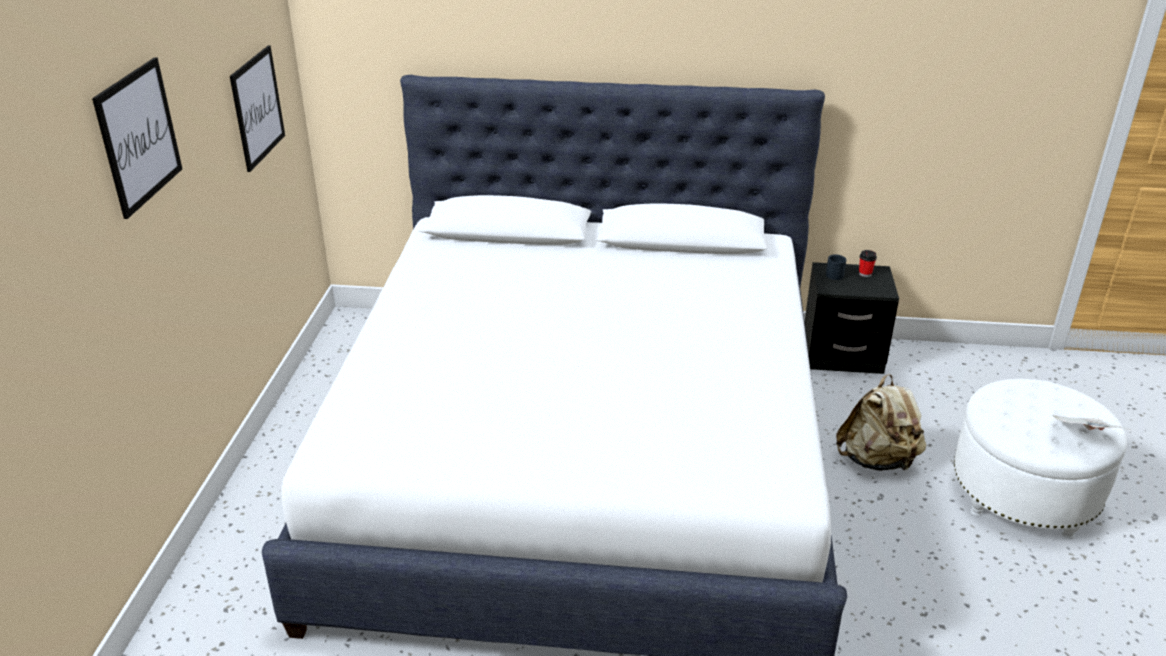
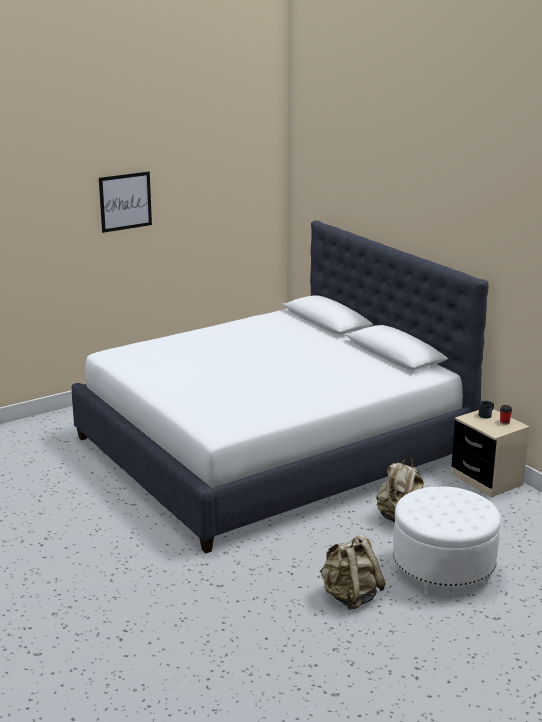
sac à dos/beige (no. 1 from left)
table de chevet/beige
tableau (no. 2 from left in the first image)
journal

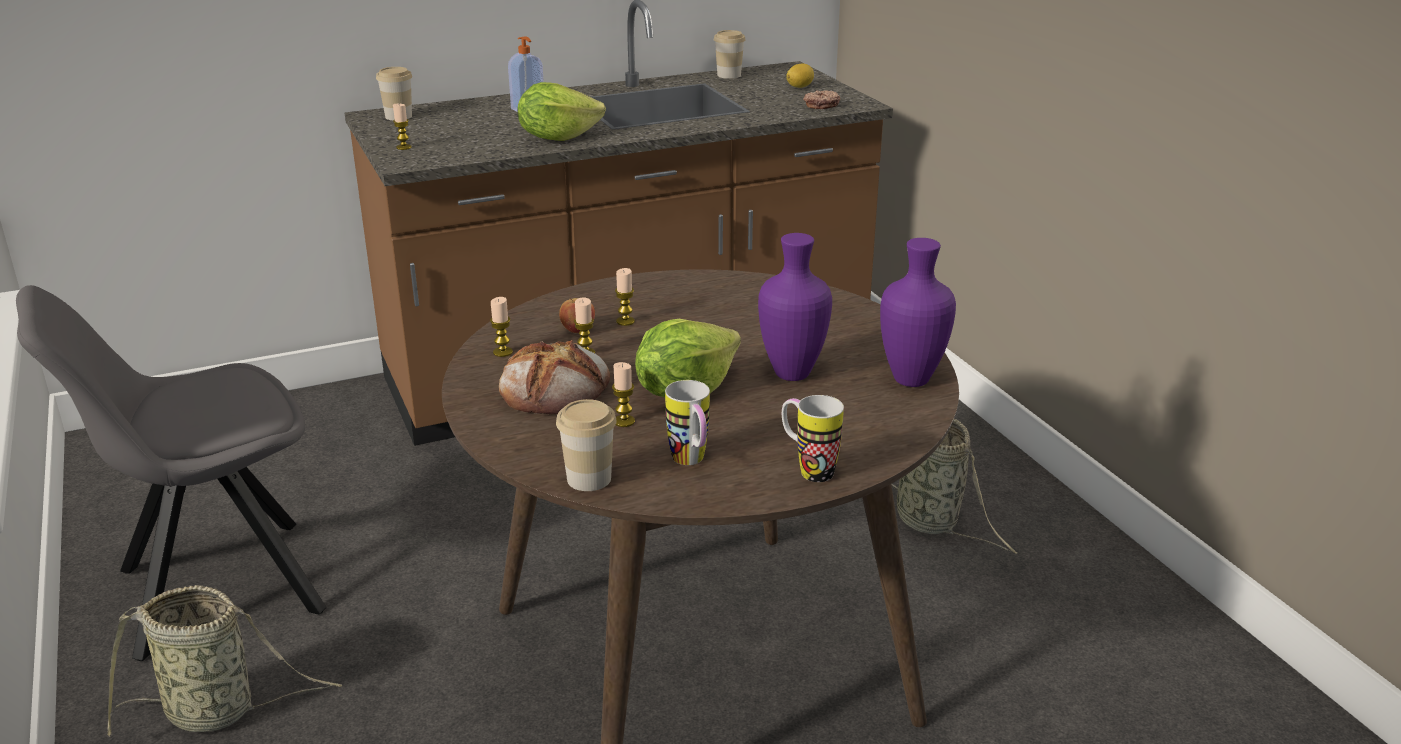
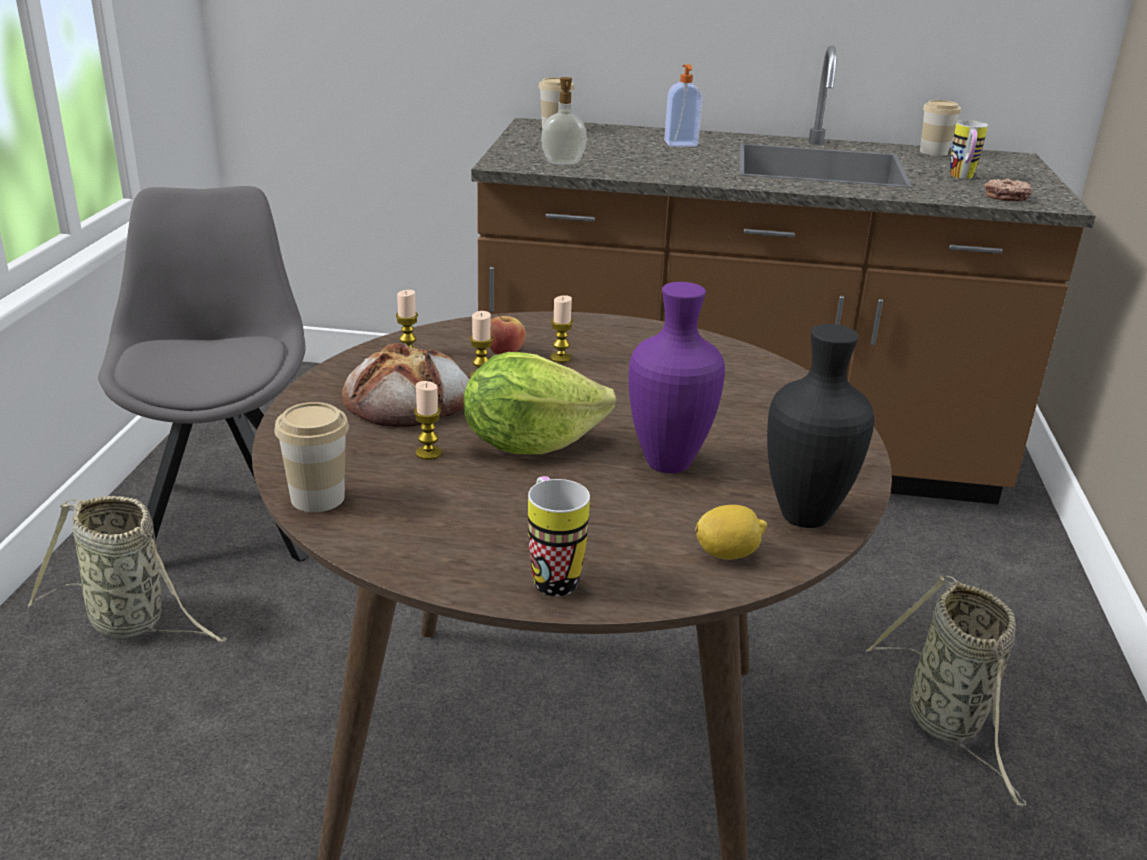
chaise/gris
distributeur de savon (no. 1 from left)
citron
vase/noir
mug (no. 2 from left)
bougie (no. 1 from left in the first image)
laitue (no. 1 from left in the first image)

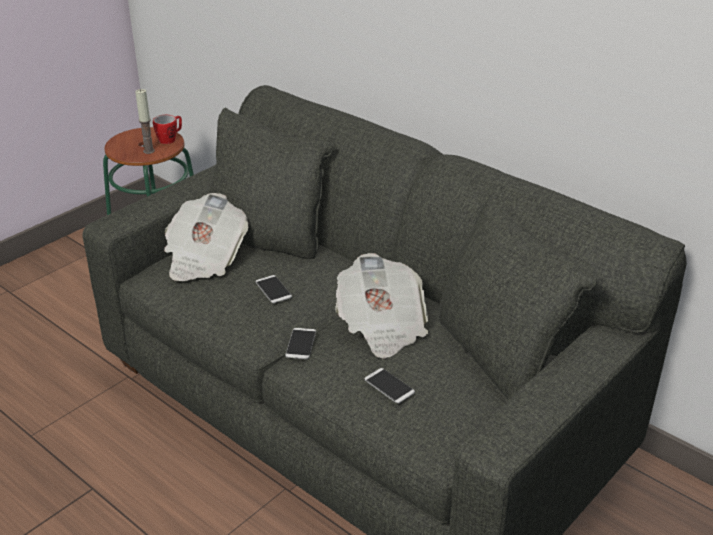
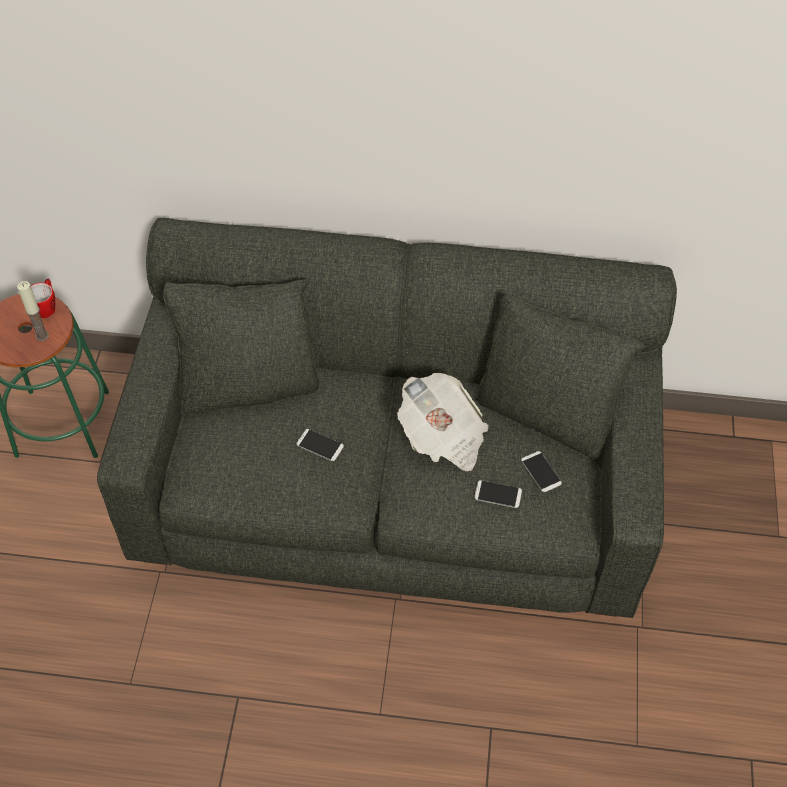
téléphone (no. 3 from left)
journal (no. 1 from left in the first image)

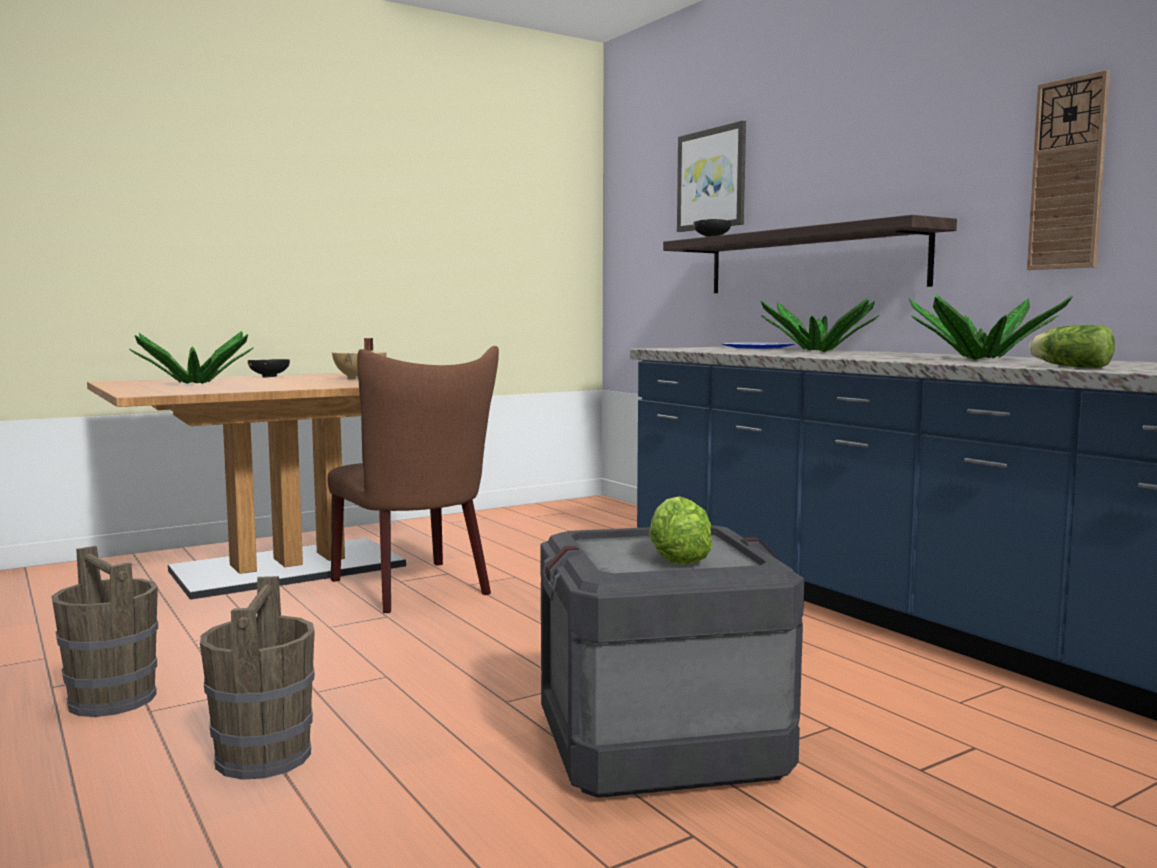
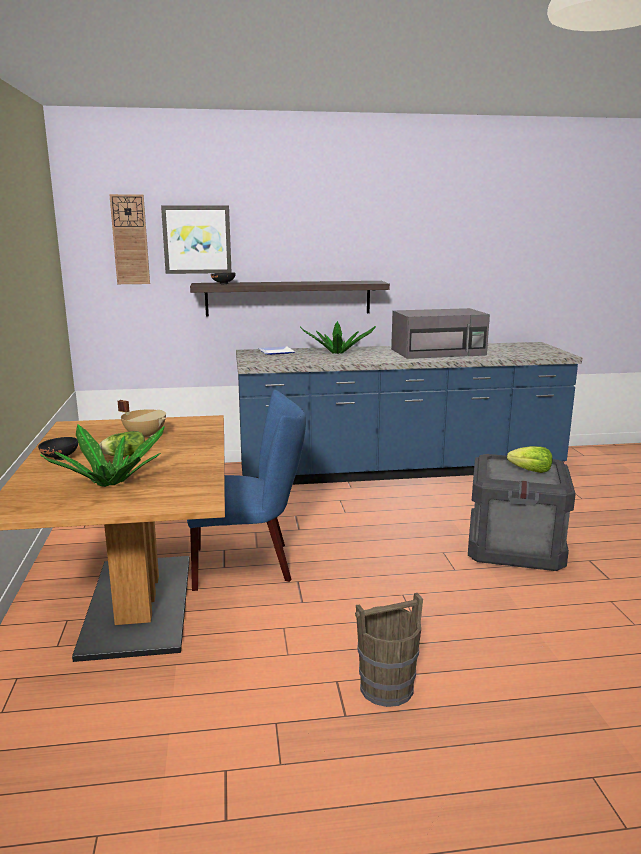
laitue (no. 1 from left)
horloge murale
chaise/bleu
micro-ondes/gris
seau/marron (no. 2 from left in the first image)

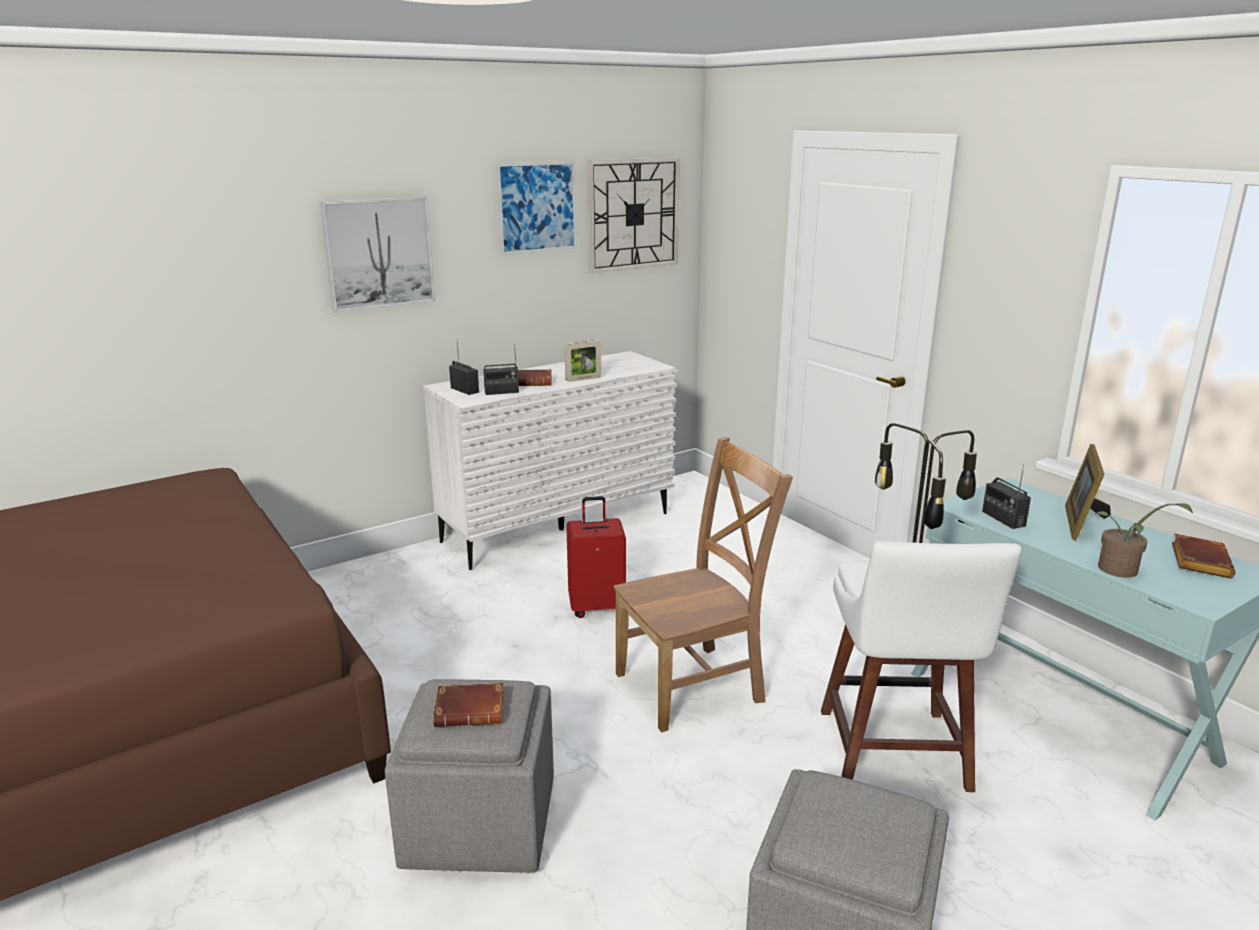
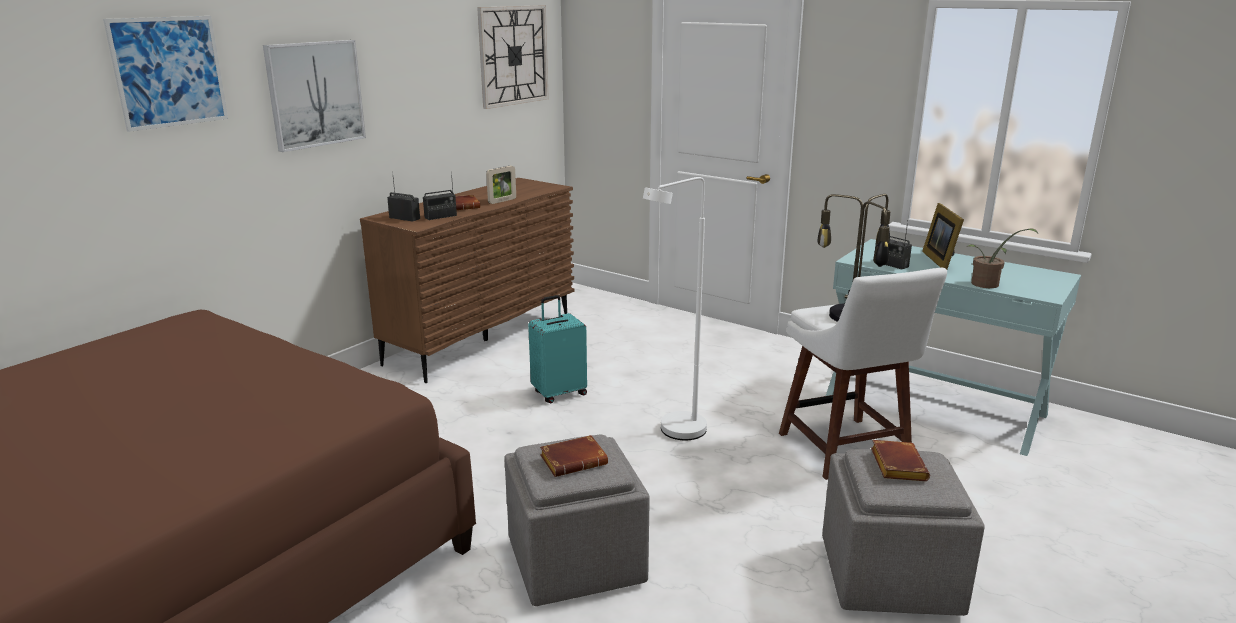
tableau (no. 1 from left)
commode/marron
valise/turquoise
lampadaire/blanc
livre/marron (no. 3 from left)

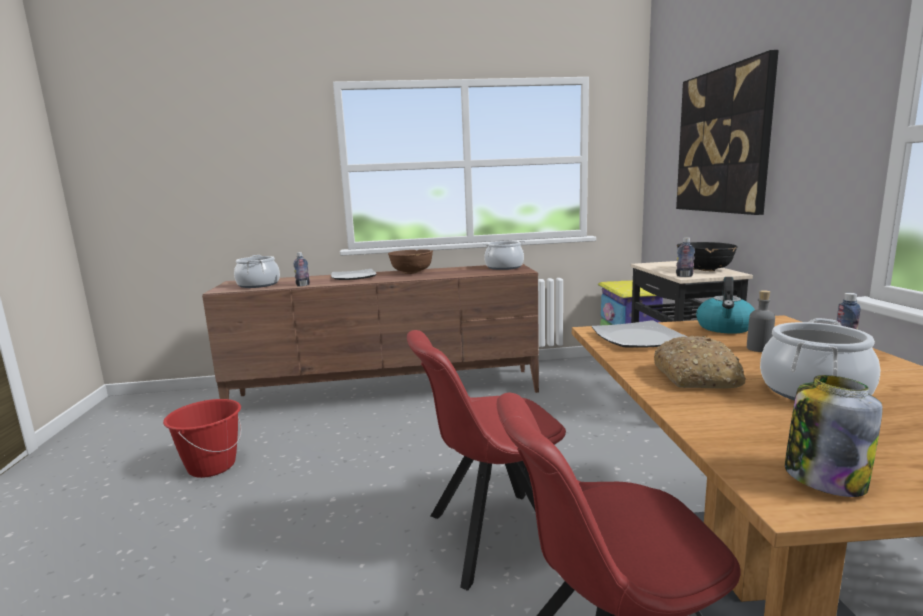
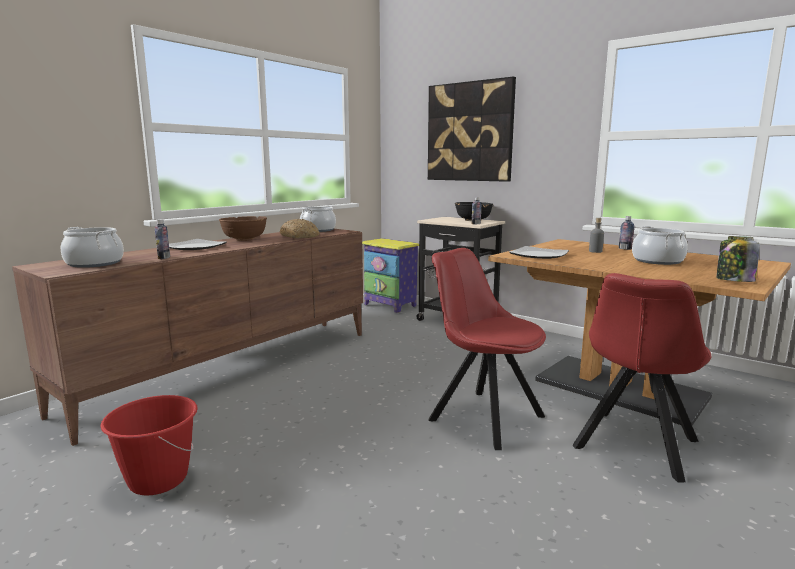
pain
chaise/rouge (no. 1 from left)
bouilloire

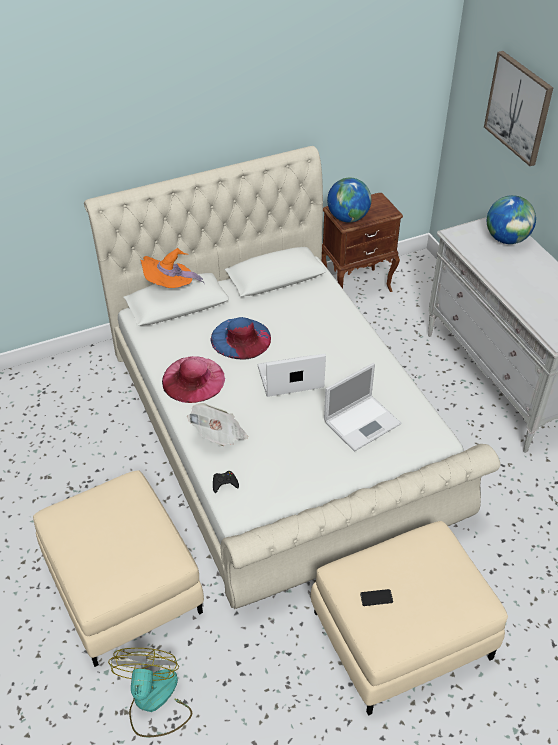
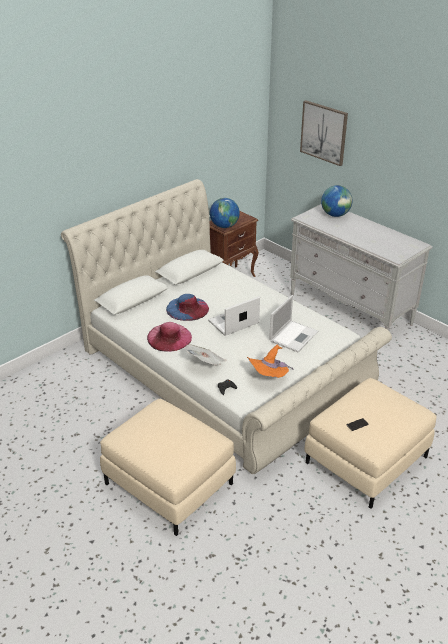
chapeau/orange
ventilateur

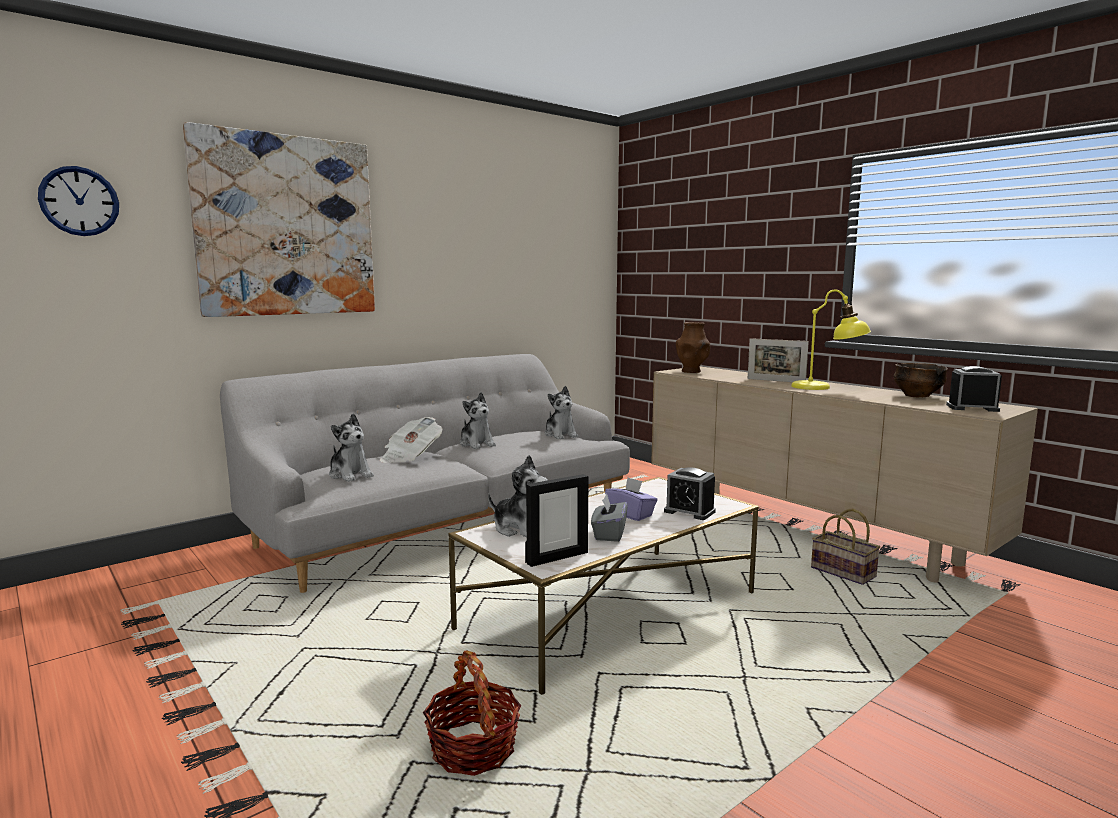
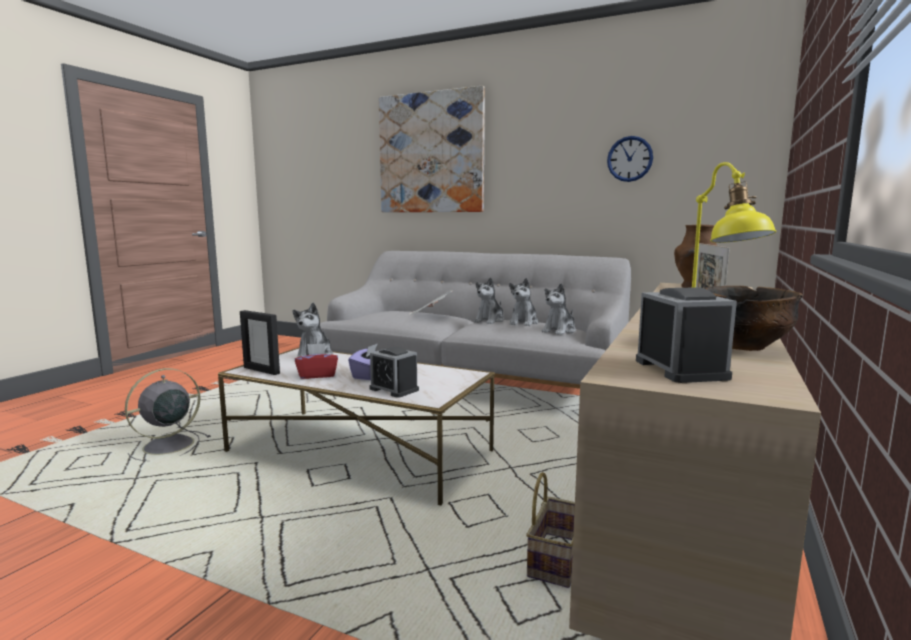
ventilateur/gris
boîte à mouchoirs/rouge
réveil (no. 1 from left)
peluche (no. 3 from left)
horloge murale

